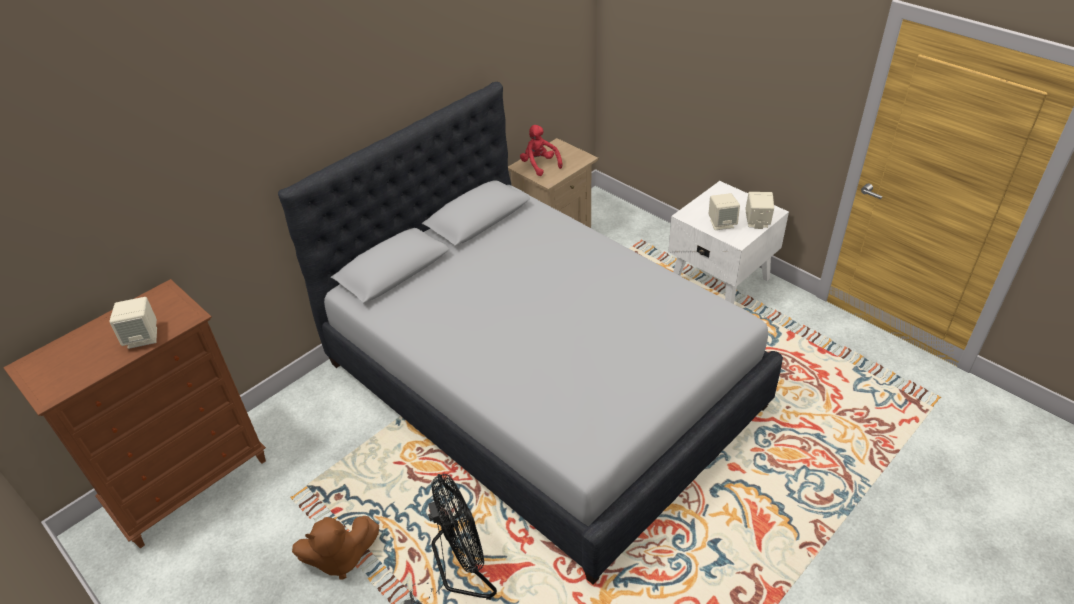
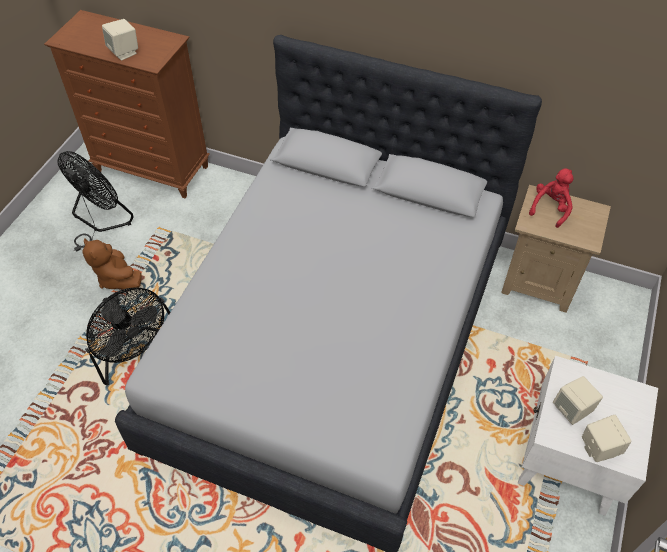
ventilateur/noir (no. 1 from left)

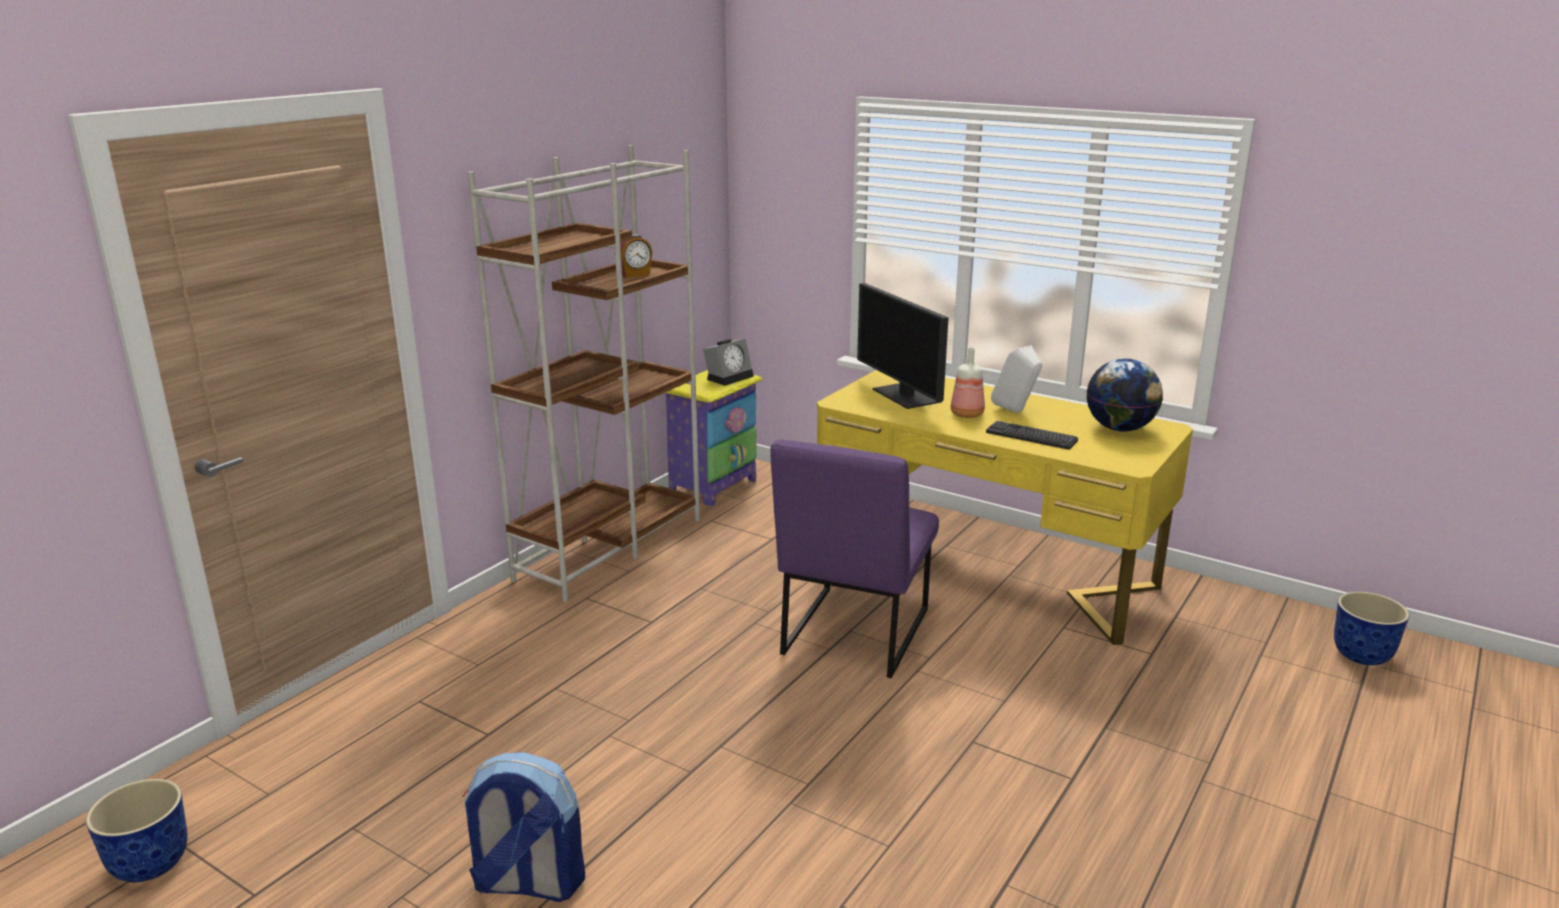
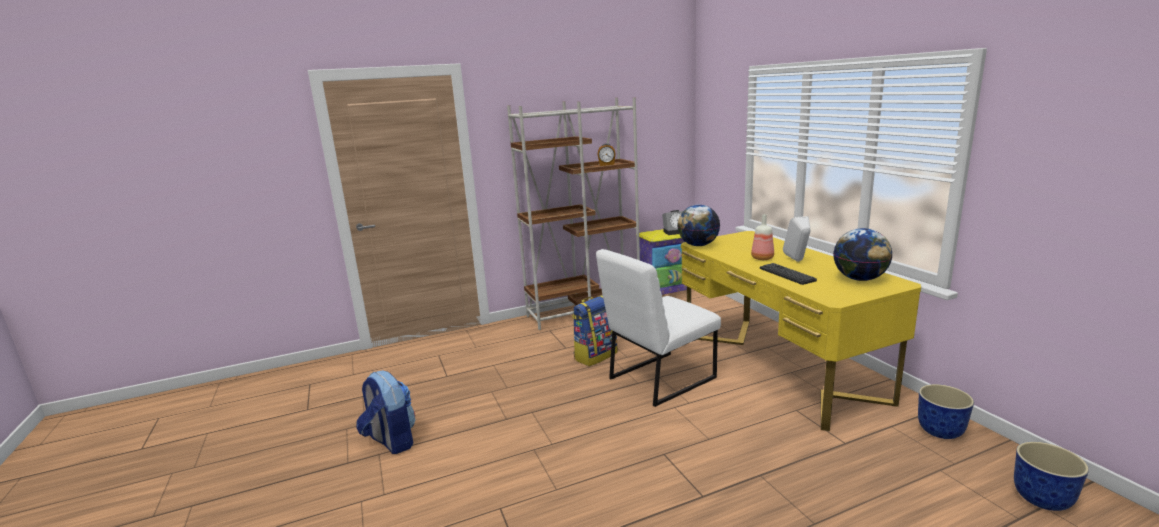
sac à dos (no. 2 from left)
chaise/blanc
globe (no. 1 from left)
cache-pot (no. 1 from left)
écran d'ordinateur

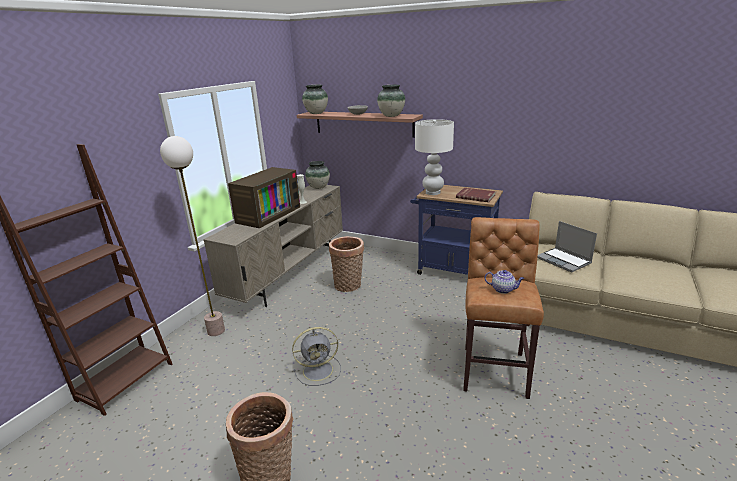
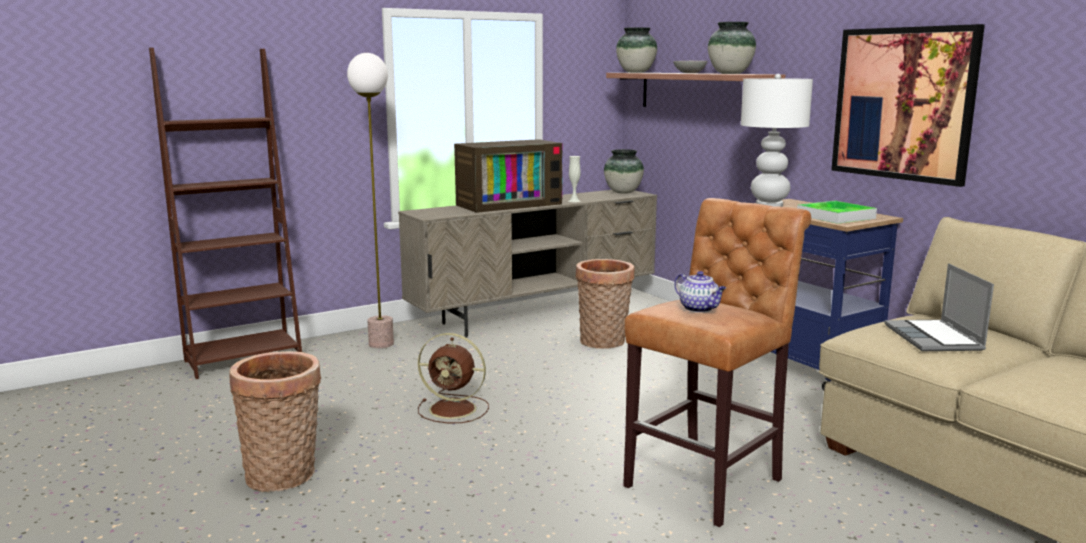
ventilateur/marron
plateau
tableau

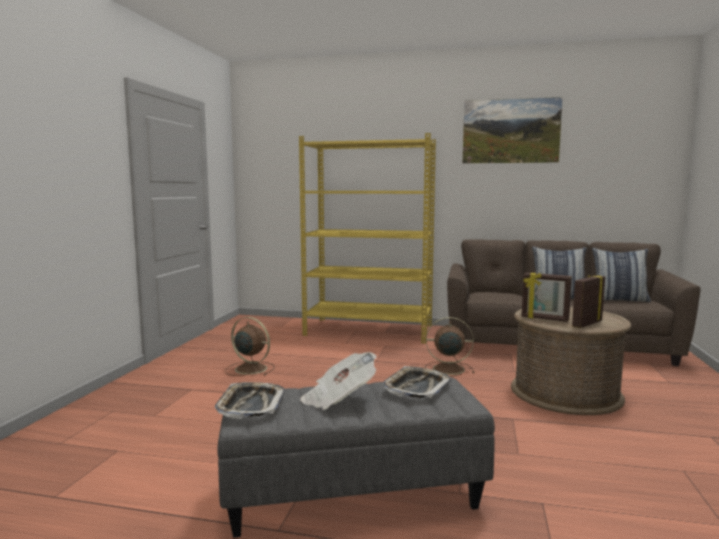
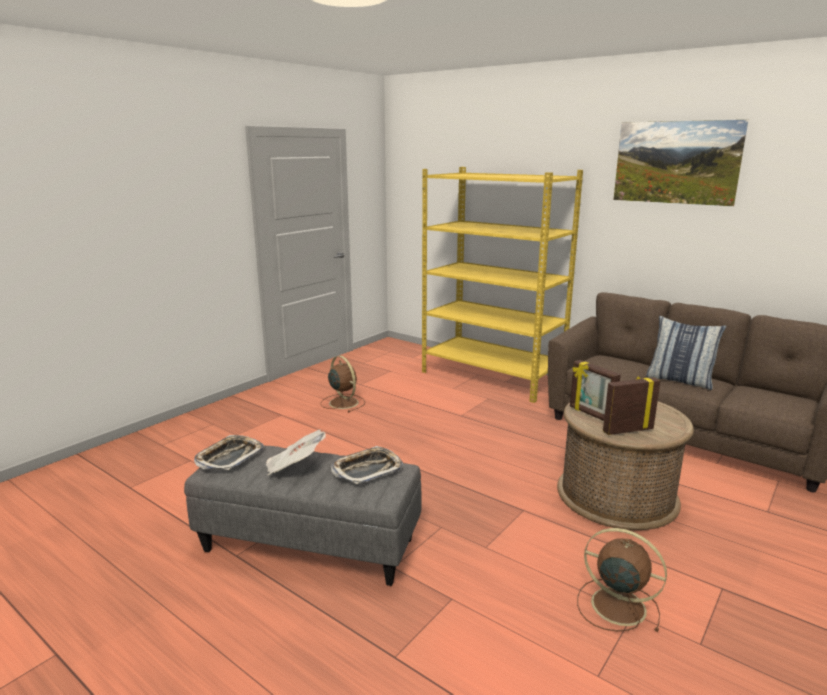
ventilateur/marron (no. 2 from left)
coussin (no. 2 from left in the first image)

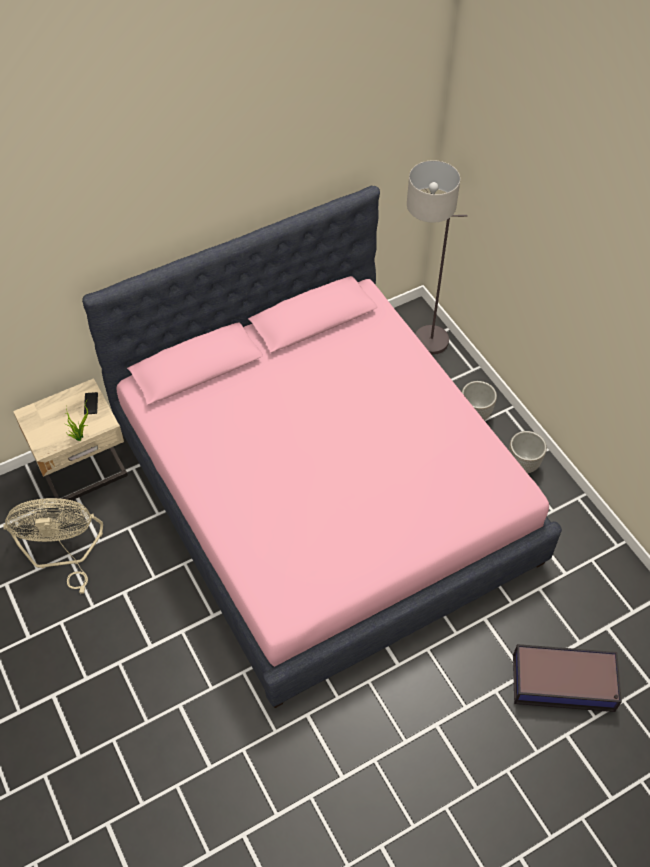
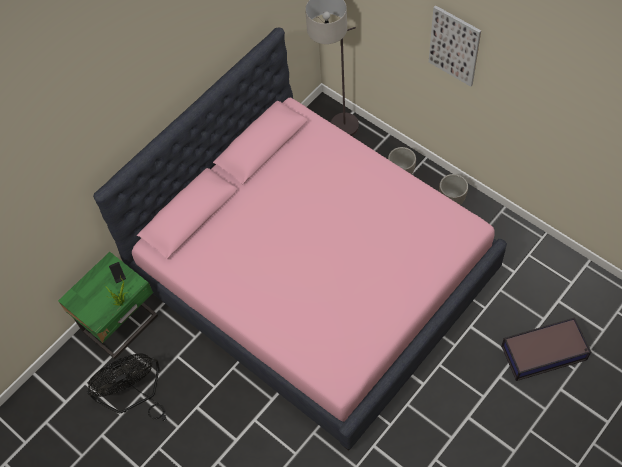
table de chevet/vert
ventilateur/noir
tableau

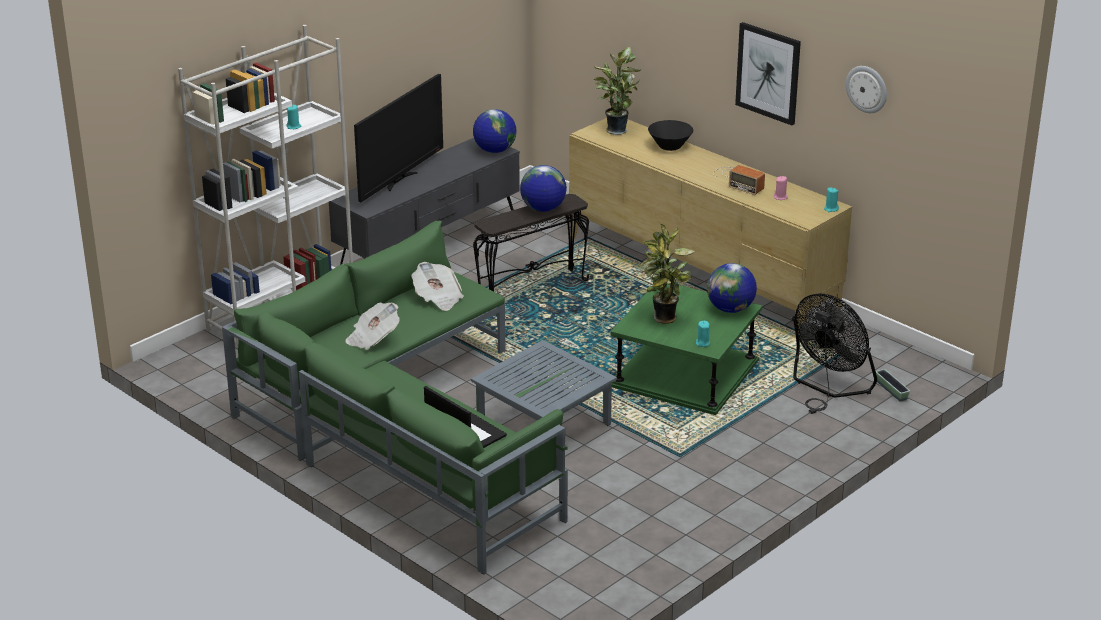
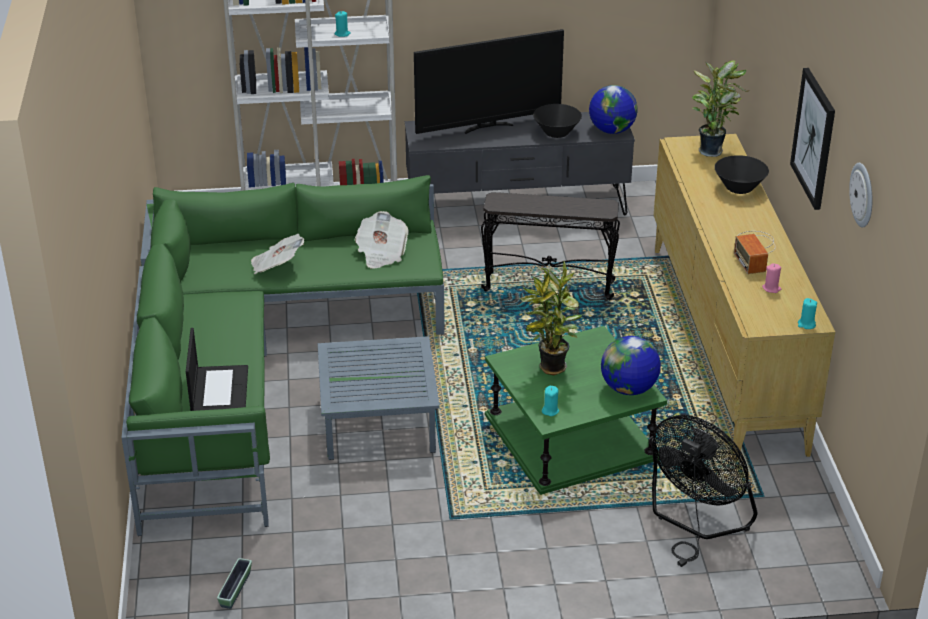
cache-pot
bol/noir (no. 1 from left)
ventilateur/noir
globe (no. 2 from left in the first image)

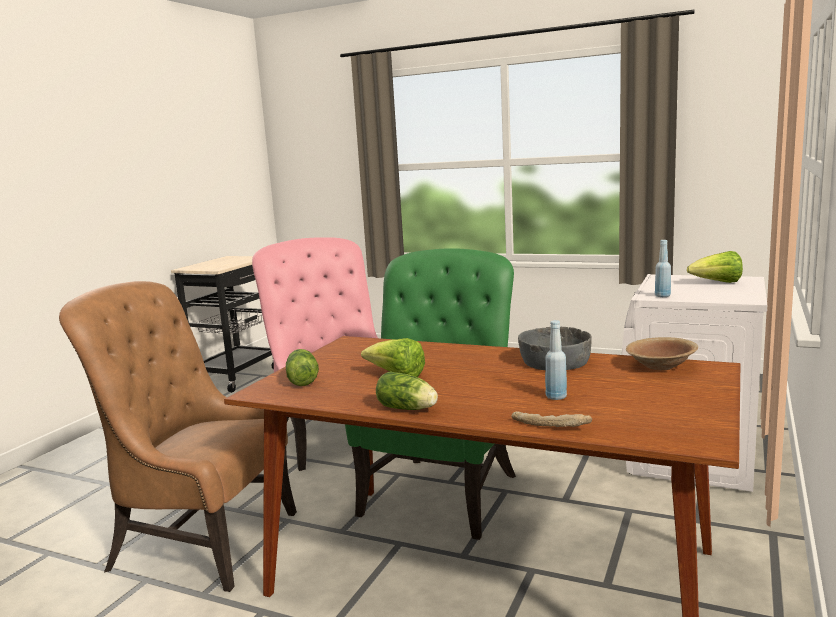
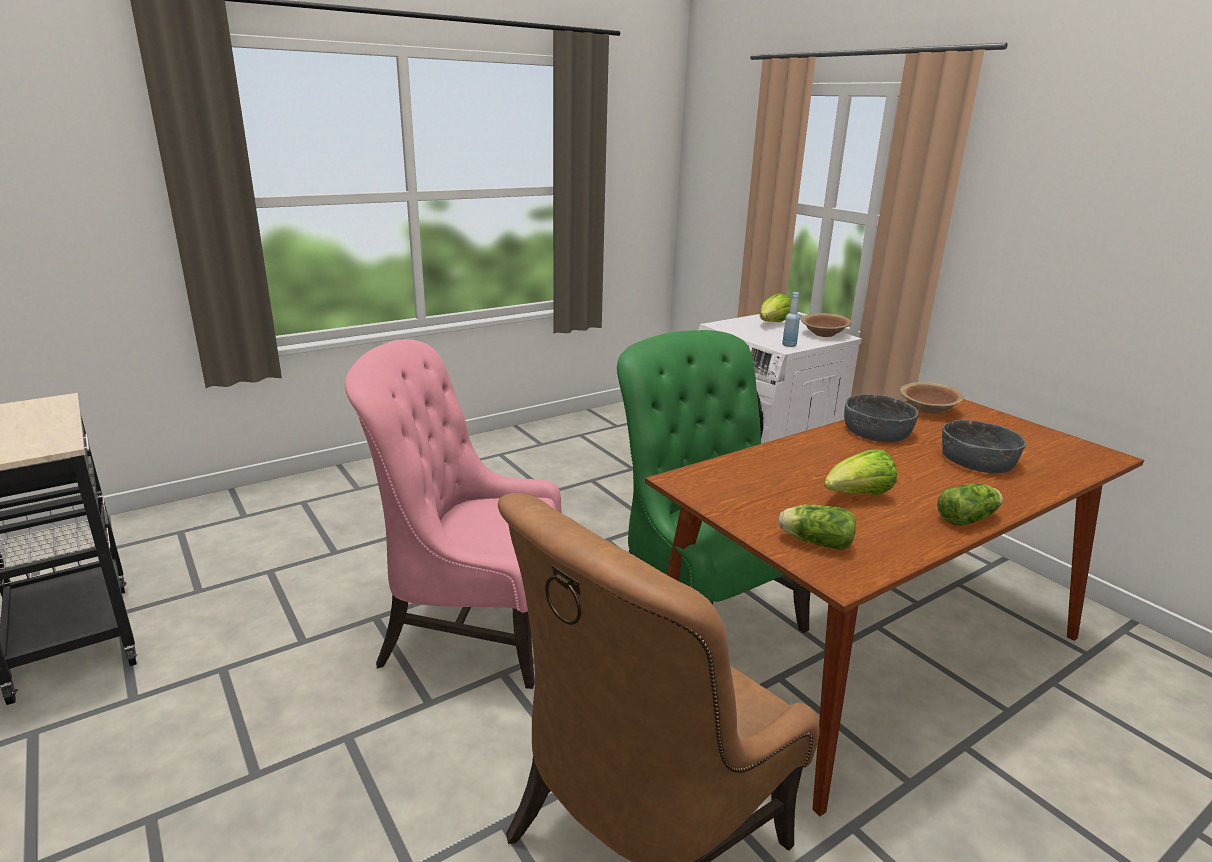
bol/marron (no. 1 from left)
bol/gris (no. 2 from left)
pain

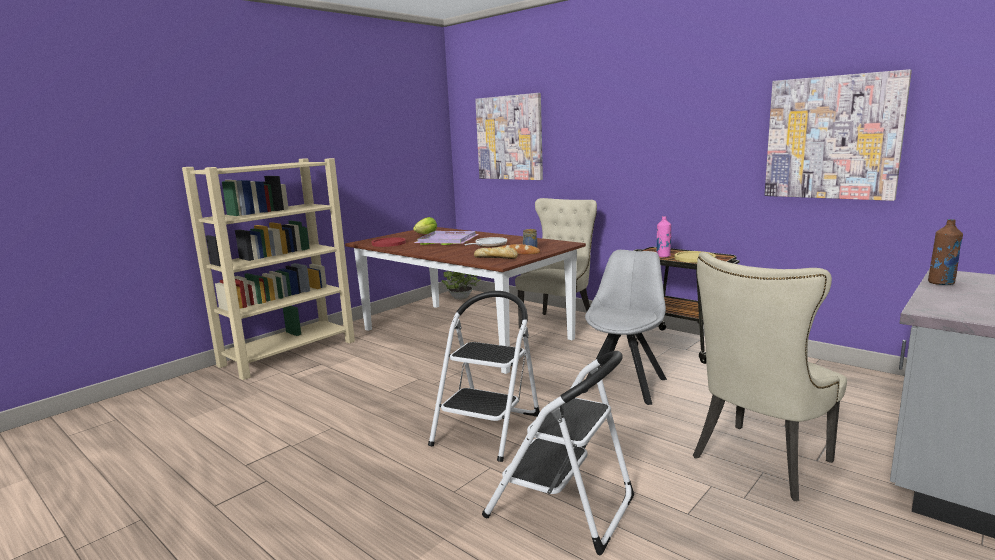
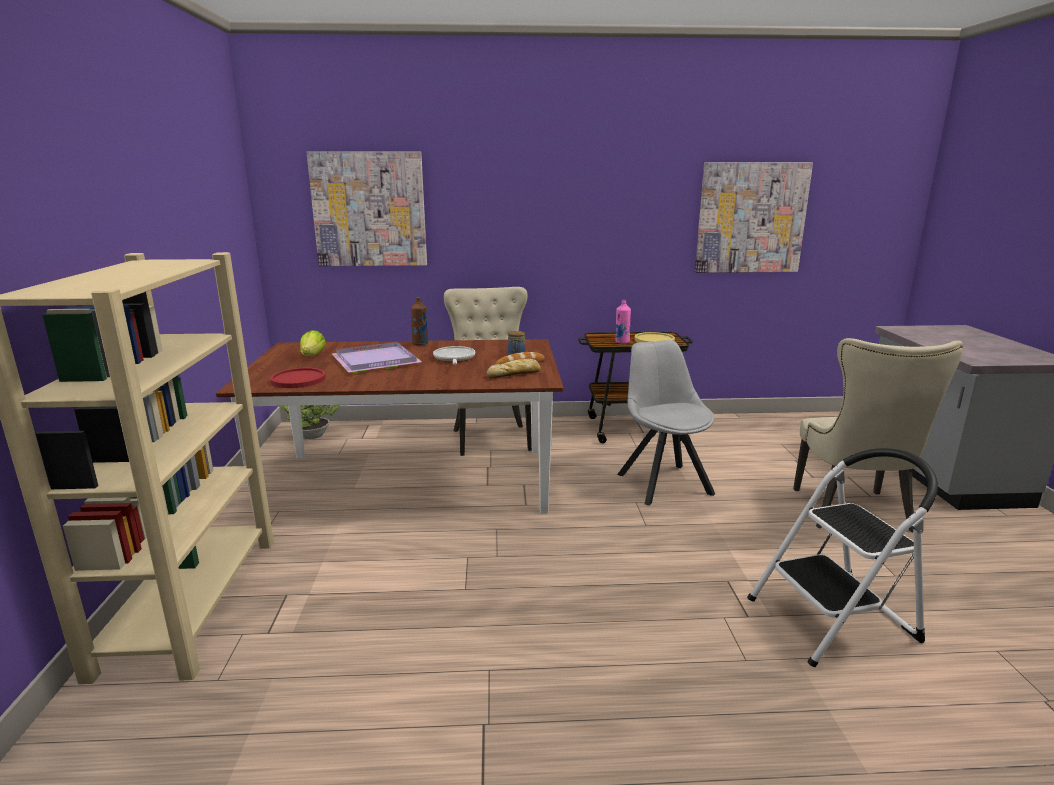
bouteille/marron
escabeau (no. 1 from left in the first image)

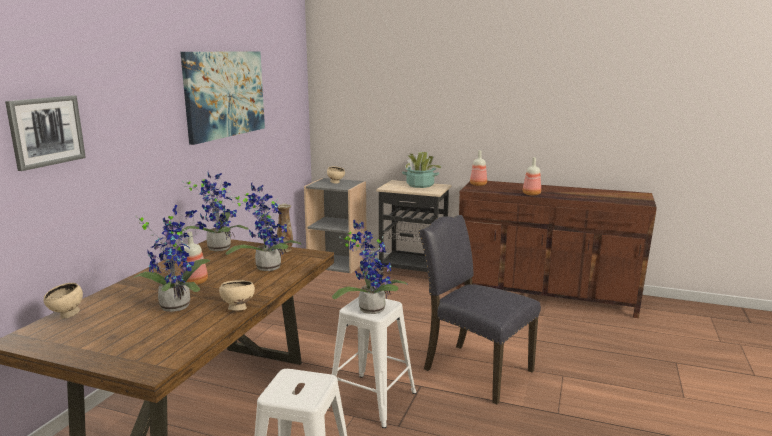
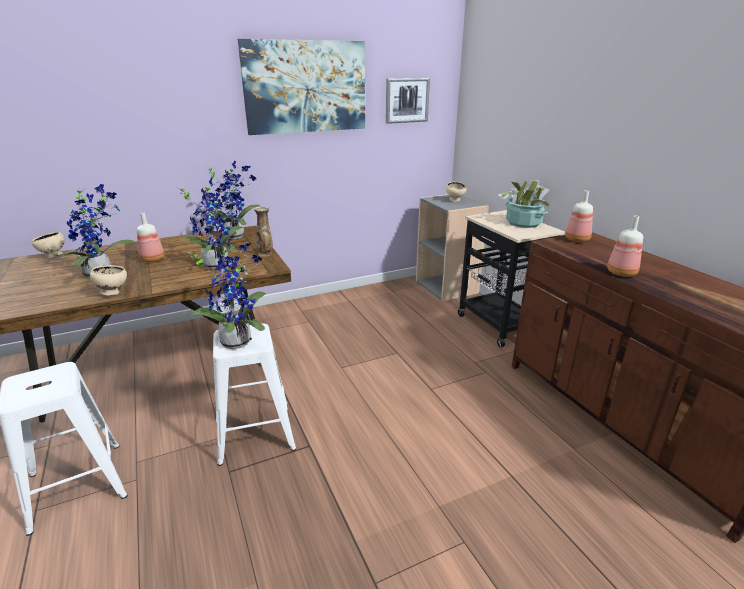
tableau (no. 2 from left)
chaise/gris

